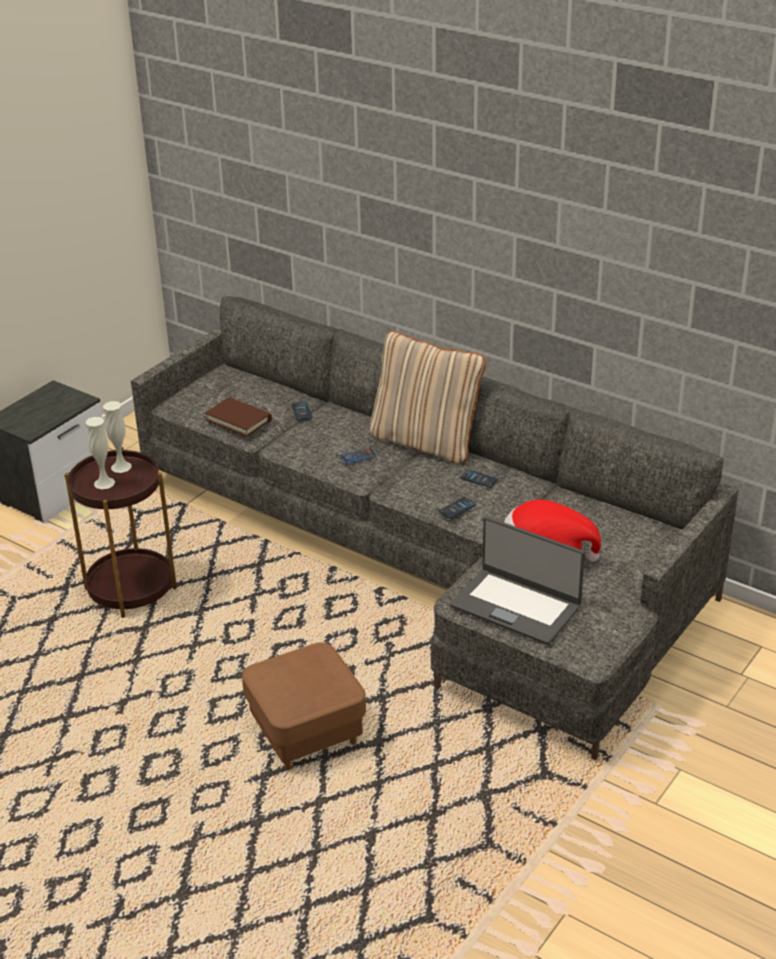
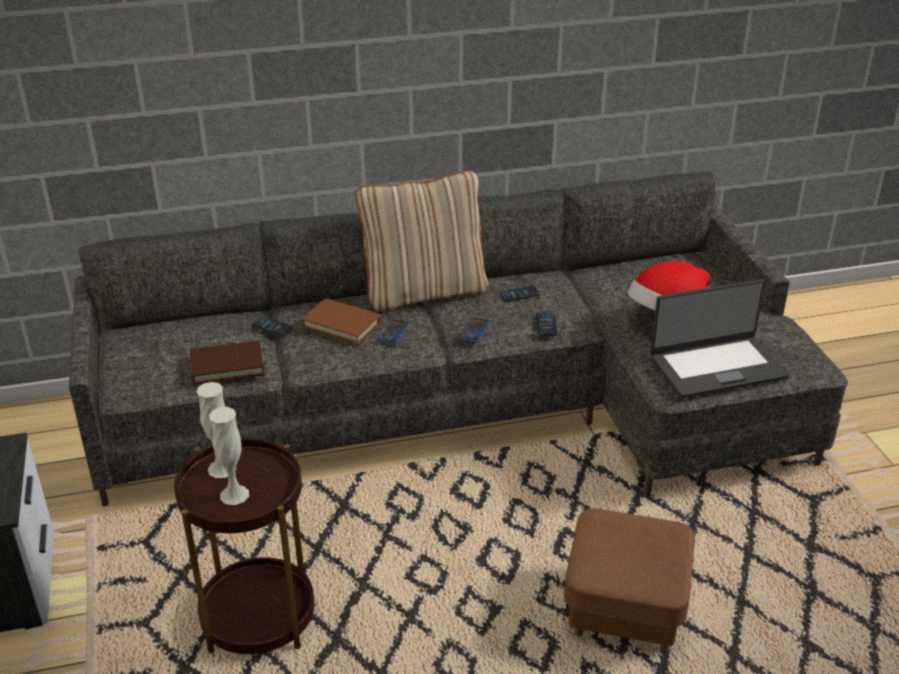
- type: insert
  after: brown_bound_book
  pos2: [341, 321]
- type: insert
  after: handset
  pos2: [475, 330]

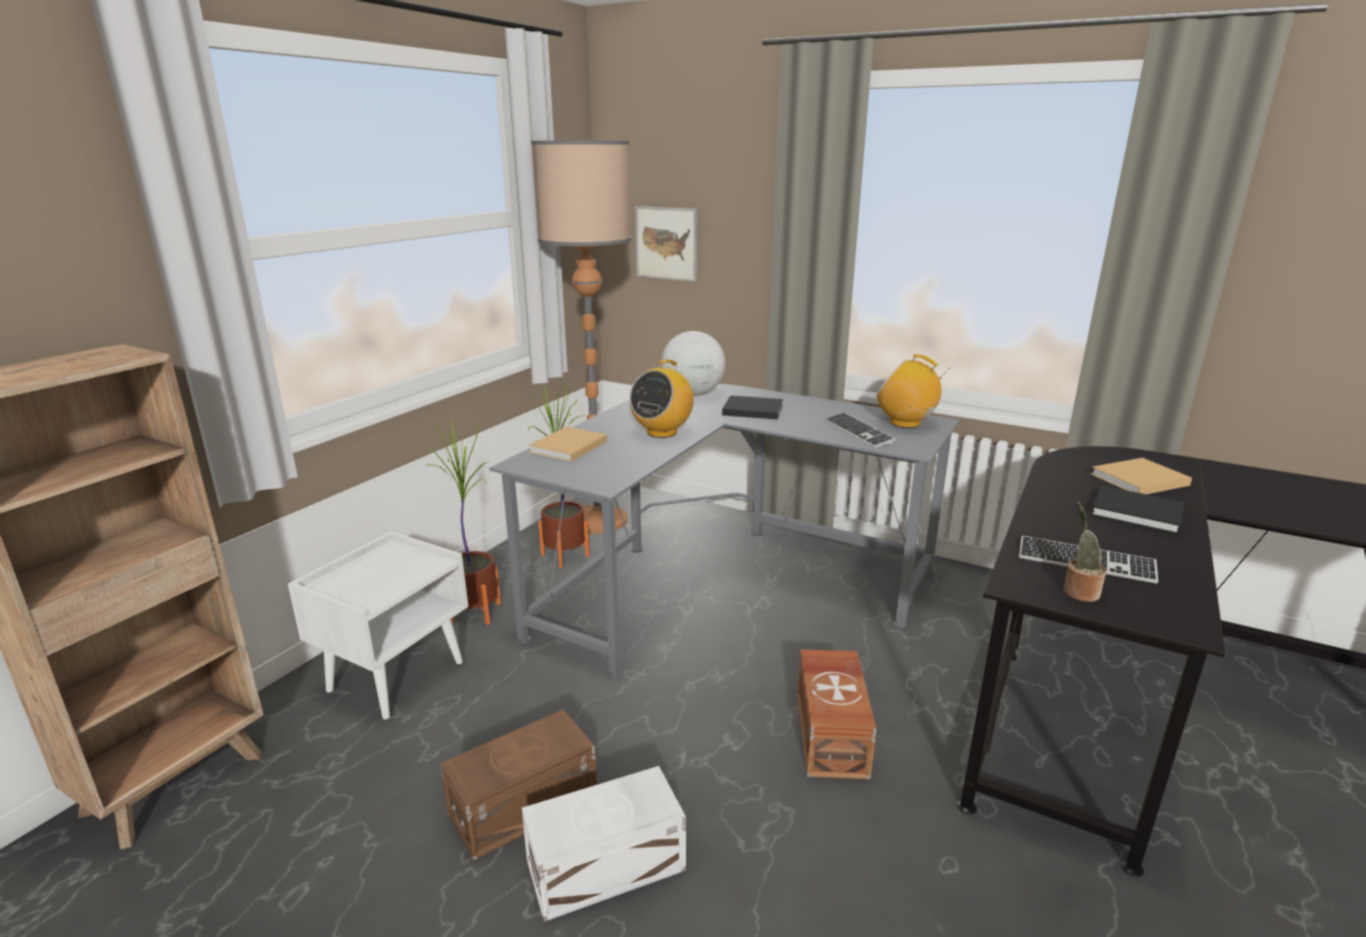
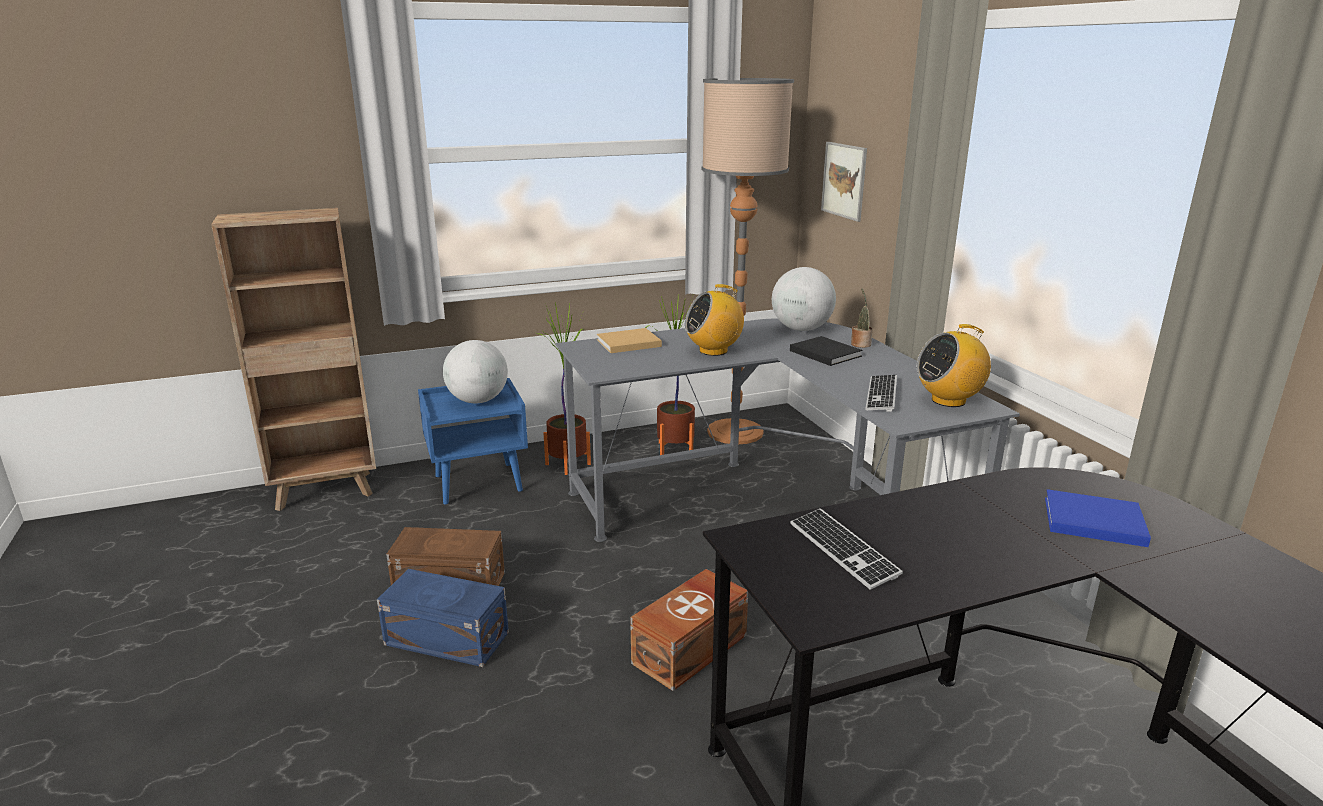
- type: delete
  before: black-coloured_bound_book
  pos1: [1137, 509]
- type: insert
  after: desk_globe
  pos2: [475, 371]
- type: move
  before: plant_in_a_pot
  pos1: [1084, 552]
  pos2: [862, 318]
- type: recolor
  before: white_nightstand
  after: blue_nightstand
  pos1: [378, 625]
  pos2: [473, 441]
- type: recolor
  before: white_storage_container
  after: blue_storage_container
  pos1: [603, 844]
  pos2: [443, 618]
- type: recolor
  before: beige_bound_book
  after: blue_bound_book
  pos1: [1141, 476]
  pos2: [1098, 518]
- type: rotate
  before: radio_receiver
  pos1: [911, 391]
  pos2: [954, 365]
  turn: -90

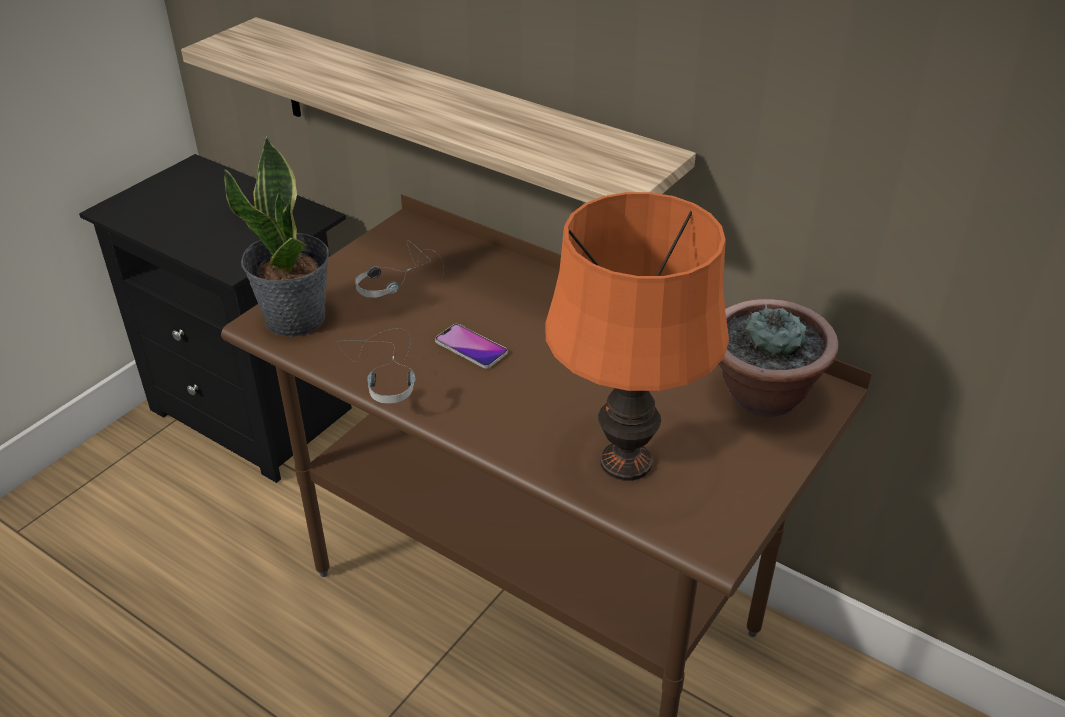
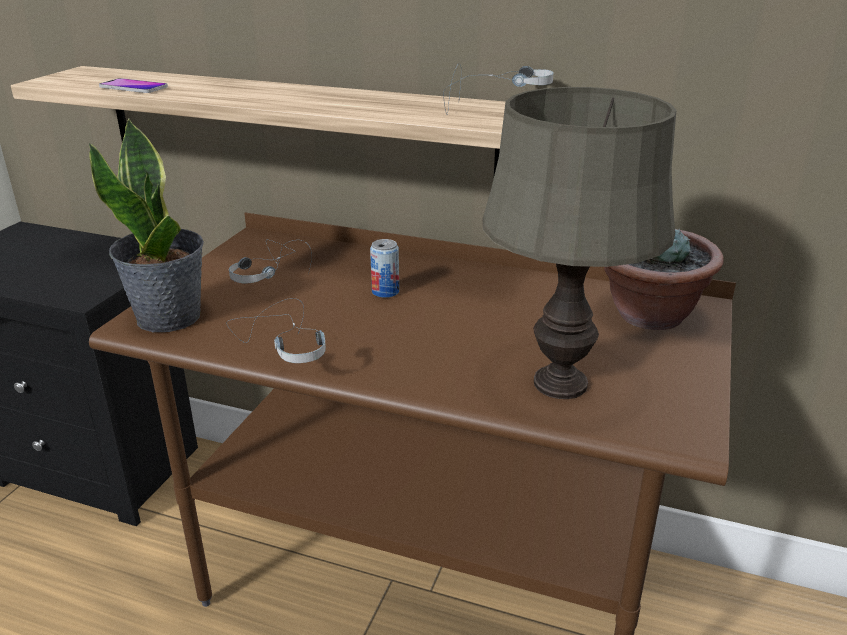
- type: insert
  after: sealed_can
  pos2: [384, 268]
- type: insert
  after: headset
  pos2: [498, 89]
- type: move
  before: handset
  pos1: [471, 346]
  pos2: [133, 85]
- type: recolor
  before: orangey_tabletop_lamp
  after: grey_tabletop_lamp
  pos1: [637, 336]
  pos2: [580, 243]

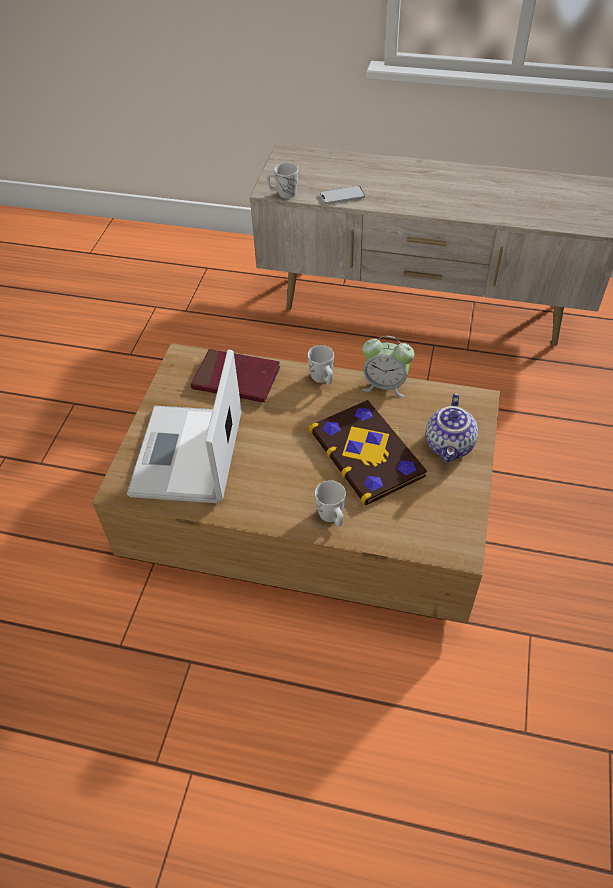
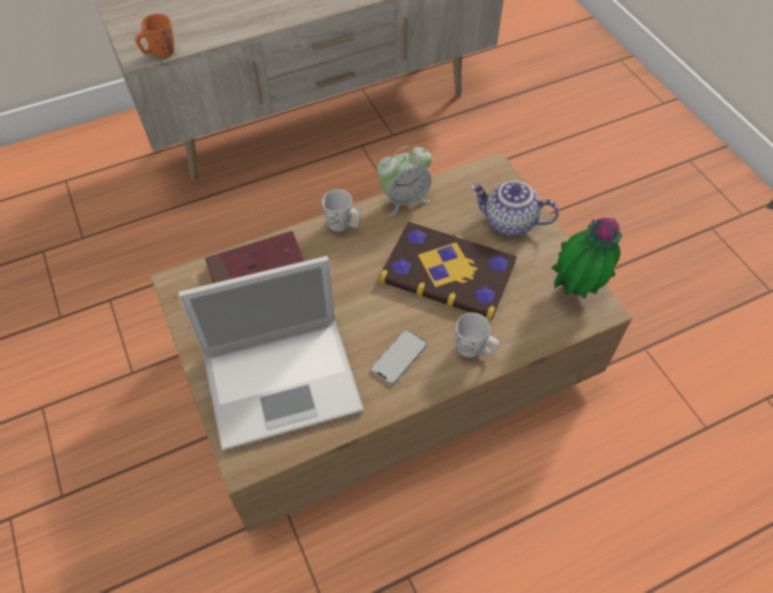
- type: insert
  after: plant_in_a_pot
  pos2: [586, 258]
- type: move
  before: handset
  pos1: [342, 195]
  pos2: [399, 357]
- type: recolor
  before: white_tea_mug
  after: orangey_tea_mug
  pos1: [282, 181]
  pos2: [154, 36]
- type: rotate
  before: notebook_computer
  pos1: [184, 426]
  pos2: [271, 353]
  turn: -75
- type: rotate
  before: pot_for_tea
  pos1: [452, 427]
  pos2: [515, 208]
  turn: 135

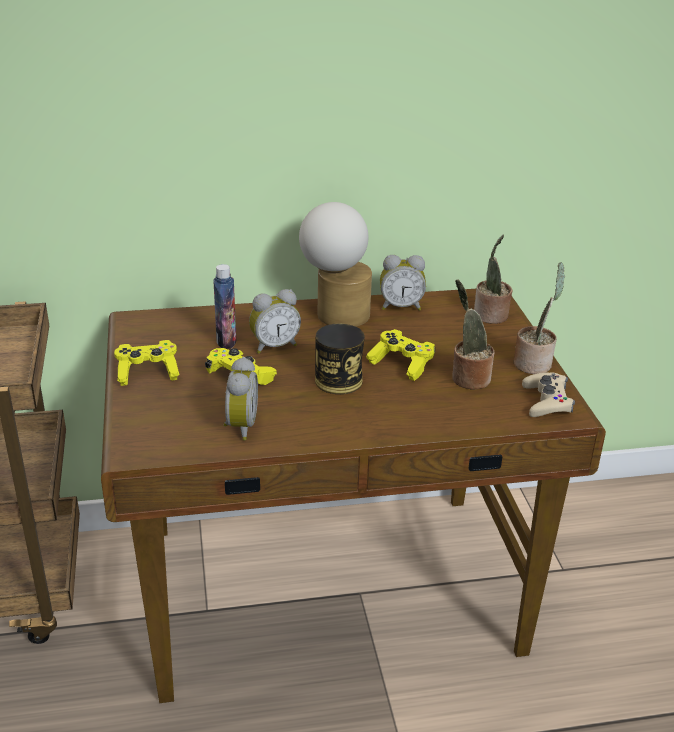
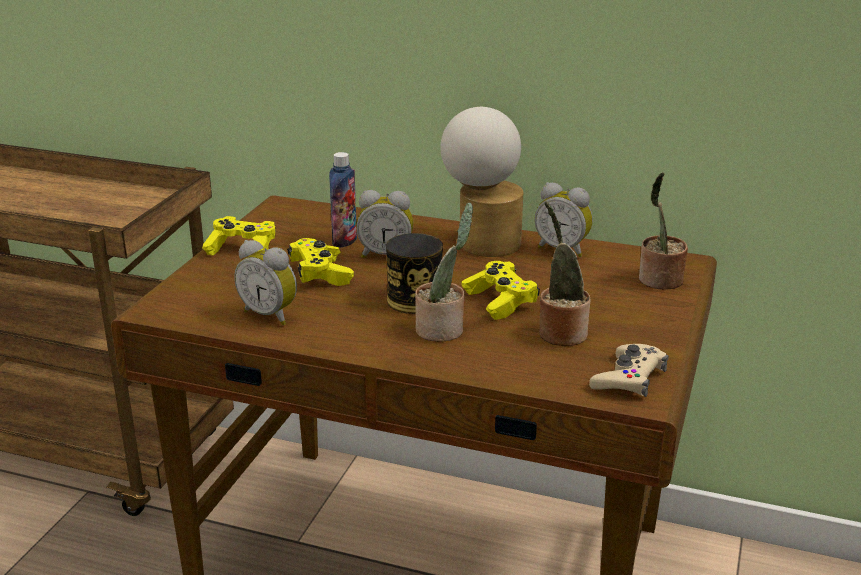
- type: move
  before: plant_in_a_pot
  pos1: [539, 318]
  pos2: [444, 272]
- type: rotate
  before: alarm_clock
  pos1: [240, 398]
  pos2: [265, 282]
  turn: 90

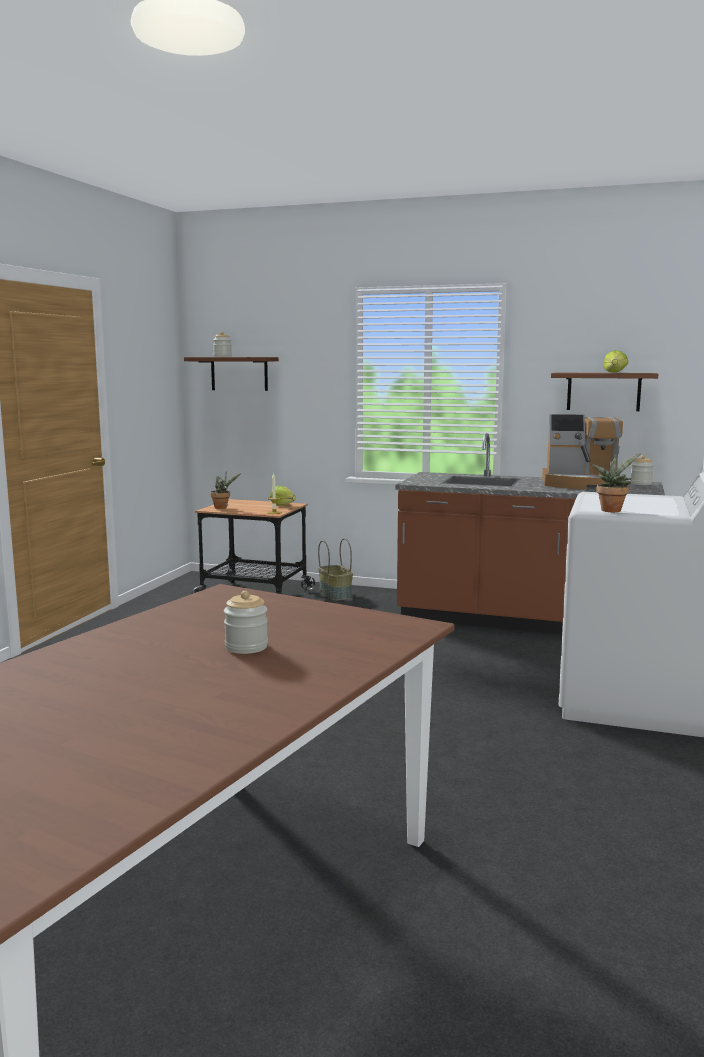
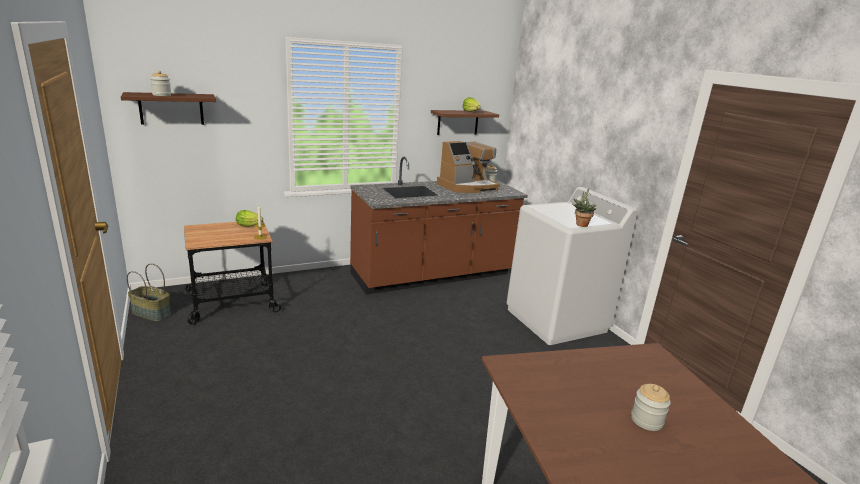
- type: delete
  before: plant_in_a_pot
  pos1: [225, 490]
- type: move
  before: basket
  pos1: [335, 569]
  pos2: [149, 292]

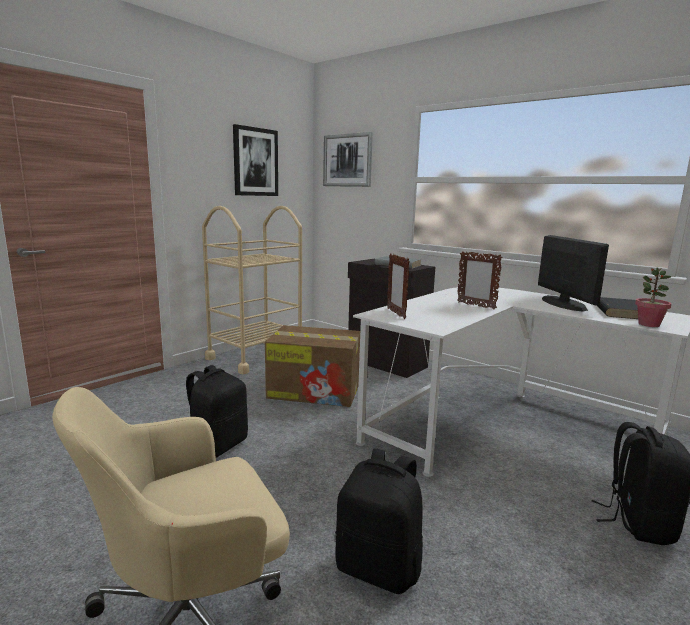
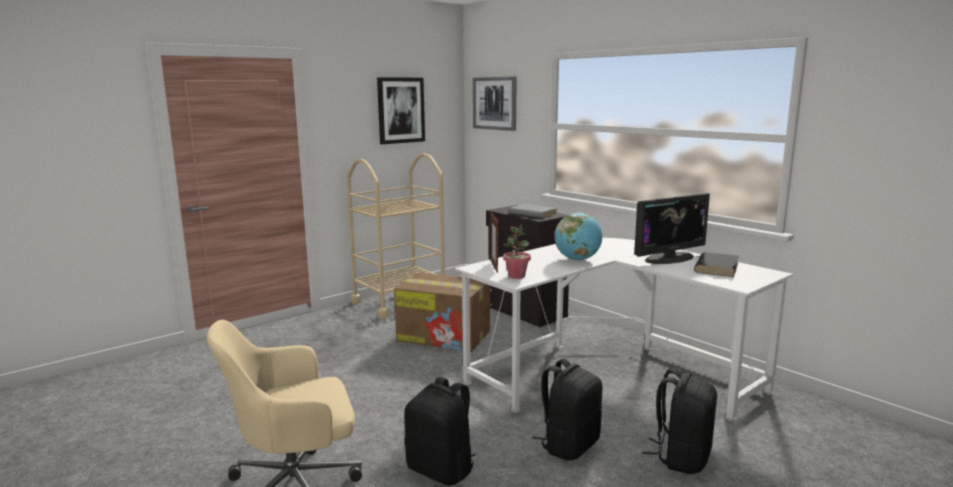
- type: move
  before: black-coloured_backpack
  pos1: [217, 411]
  pos2: [567, 409]
- type: move
  before: plant_in_a_pot
  pos1: [653, 297]
  pos2: [517, 252]
- type: replace
  before: picture_frame
  after: desk_globe
  pos1: [480, 280]
  pos2: [578, 237]
- type: rotate
  before: monitor
  pos1: [573, 273]
  pos2: [672, 228]
  turn: 60

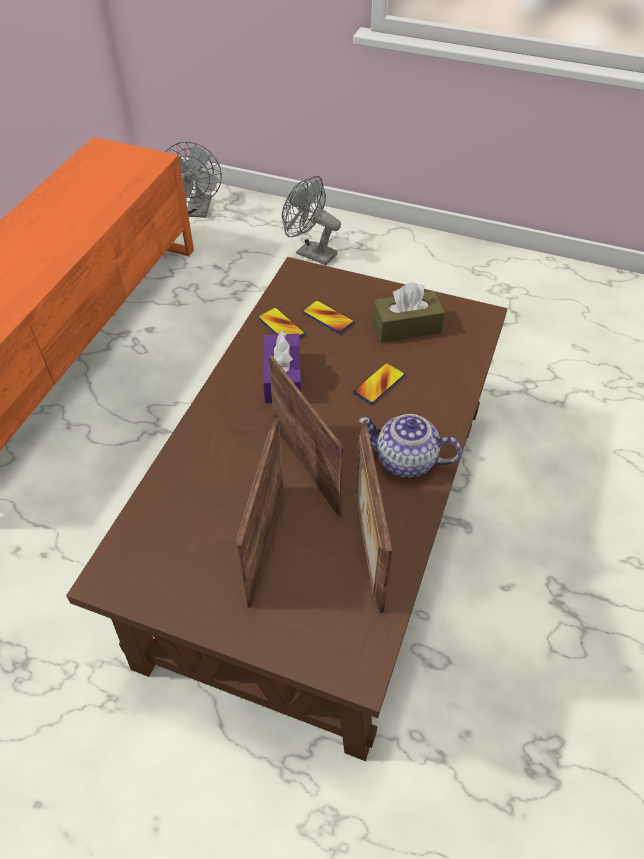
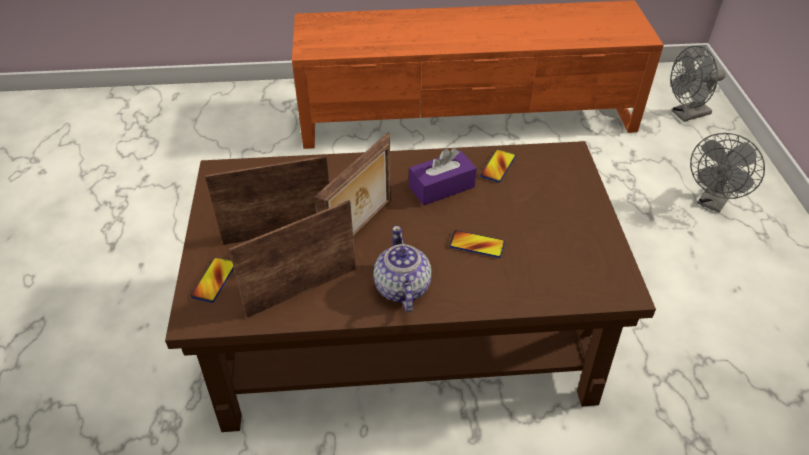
- type: delete
  before: brown_tissue_holder
  pos1: [408, 312]
- type: move
  before: handset
  pos1: [328, 317]
  pos2: [212, 280]
- type: rotate
  before: grey_fan
  pos1: [311, 220]
  pos2: [727, 173]
  turn: -150

